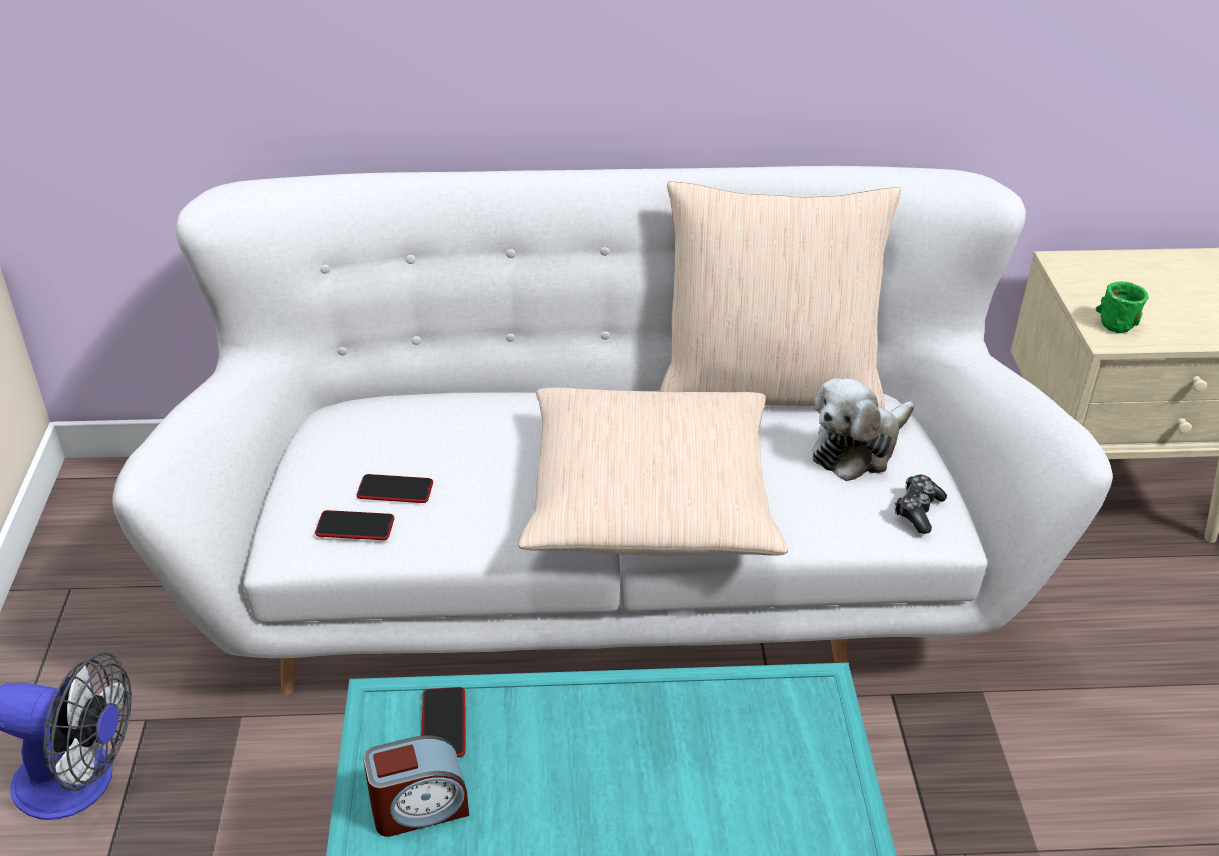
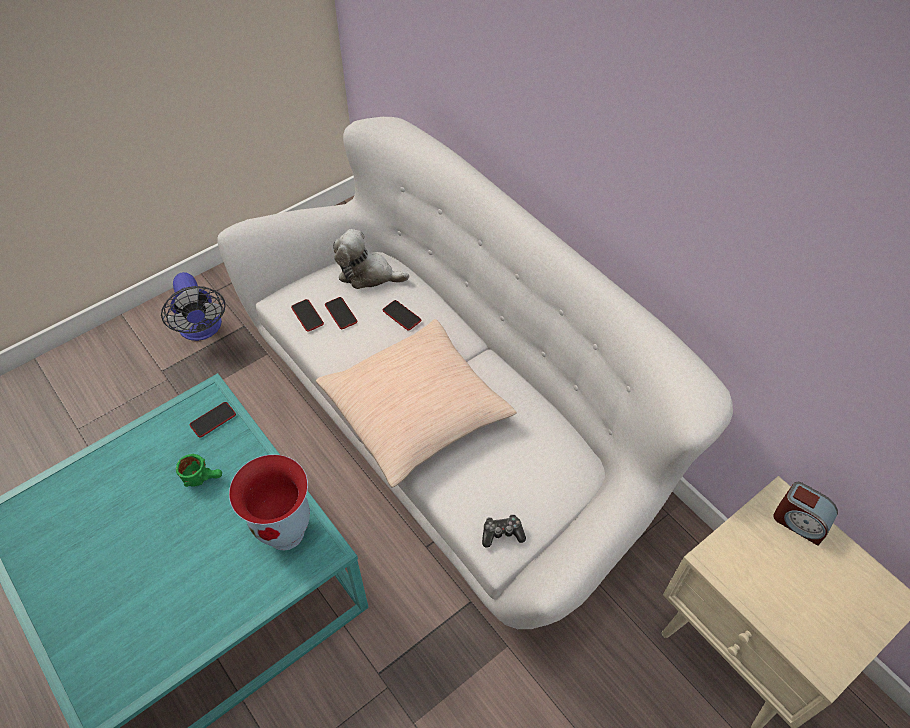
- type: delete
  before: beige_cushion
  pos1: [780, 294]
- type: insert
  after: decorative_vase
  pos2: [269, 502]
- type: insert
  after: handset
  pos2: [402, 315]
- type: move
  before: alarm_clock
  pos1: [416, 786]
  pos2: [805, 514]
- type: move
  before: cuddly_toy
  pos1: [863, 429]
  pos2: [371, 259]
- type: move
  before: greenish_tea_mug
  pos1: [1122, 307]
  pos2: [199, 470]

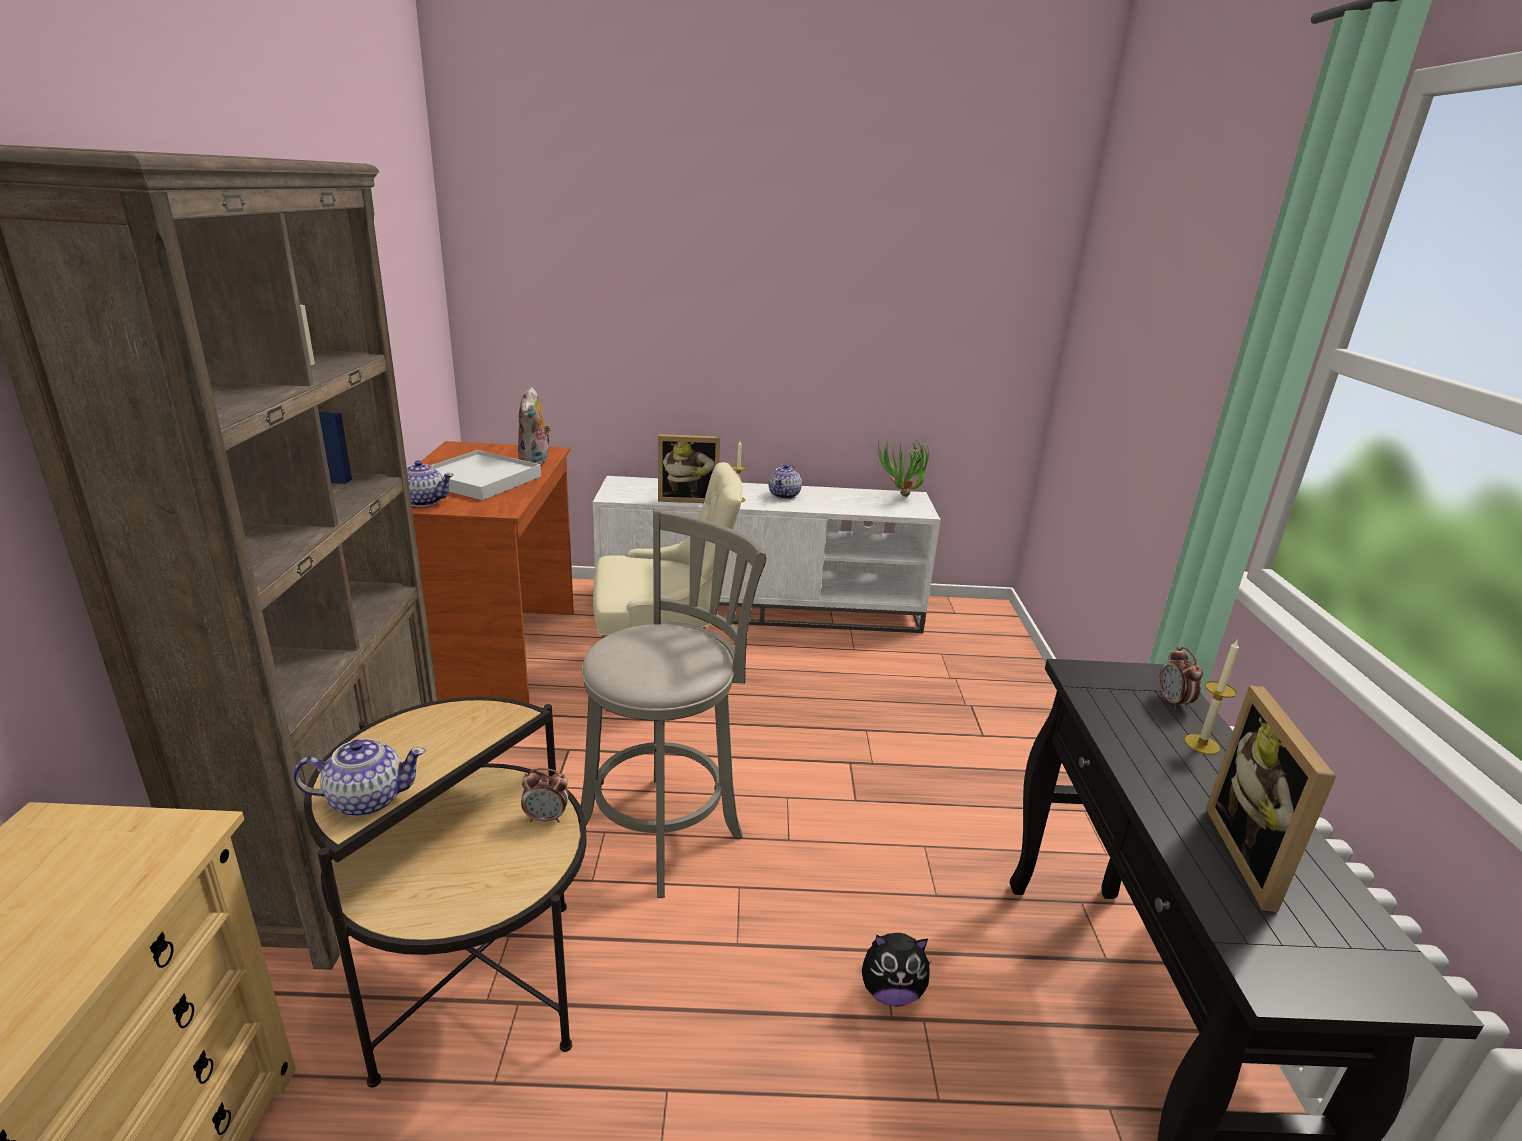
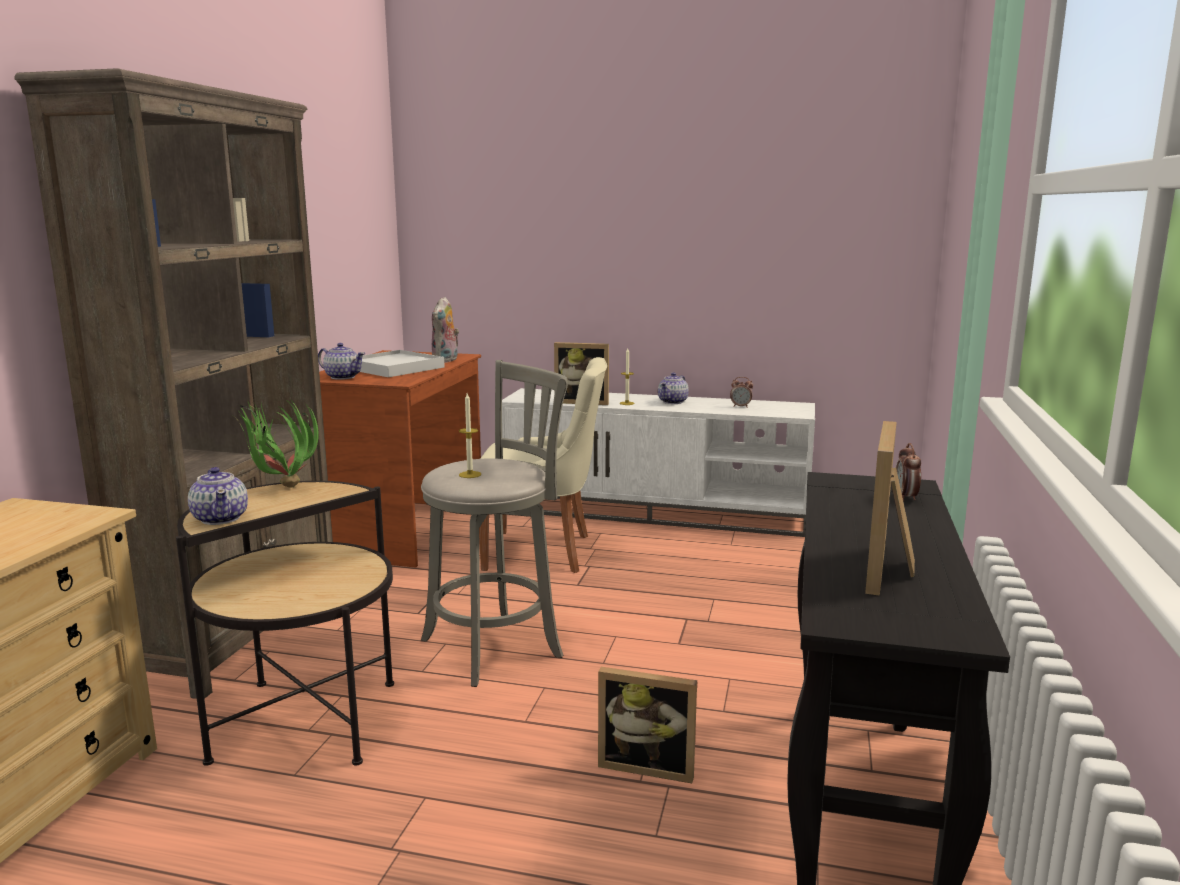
- type: move
  before: alarm_clock
  pos1: [545, 795]
  pos2: [741, 392]
- type: move
  before: plant_in_a_pot
  pos1: [903, 468]
  pos2: [277, 442]
- type: move
  before: wax_light
  pos1: [1212, 696]
  pos2: [470, 435]
- type: replace
  before: cuddly_toy
  after: picture_frame
  pos1: [897, 970]
  pos2: [647, 725]
- type: rotate
  before: pot_for_tea
  pos1: [359, 777]
  pos2: [218, 496]
  turn: 60

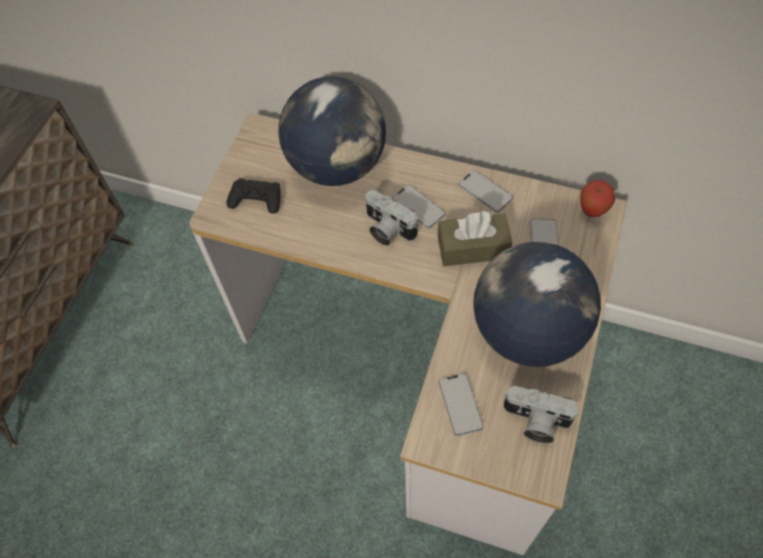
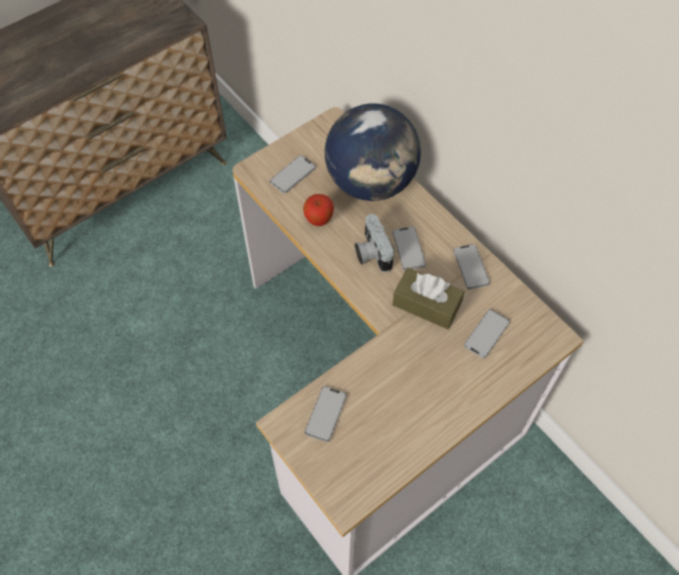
- type: delete
  before: desk_globe
  pos1: [537, 304]
- type: delete
  before: photo_camera
  pos1: [541, 414]
- type: move
  before: apple_fruit
  pos1: [597, 198]
  pos2: [318, 210]
- type: replace
  before: black-coloured_game_controller
  after: handset
  pos1: [253, 195]
  pos2: [293, 174]

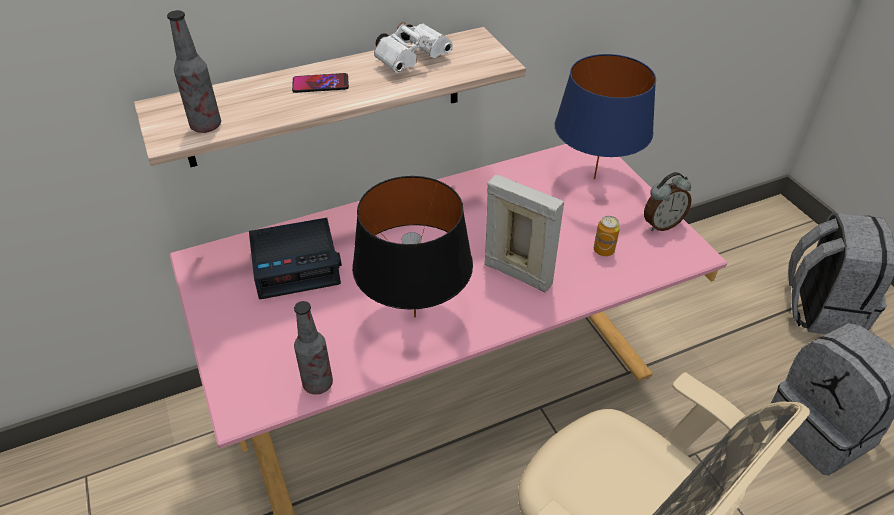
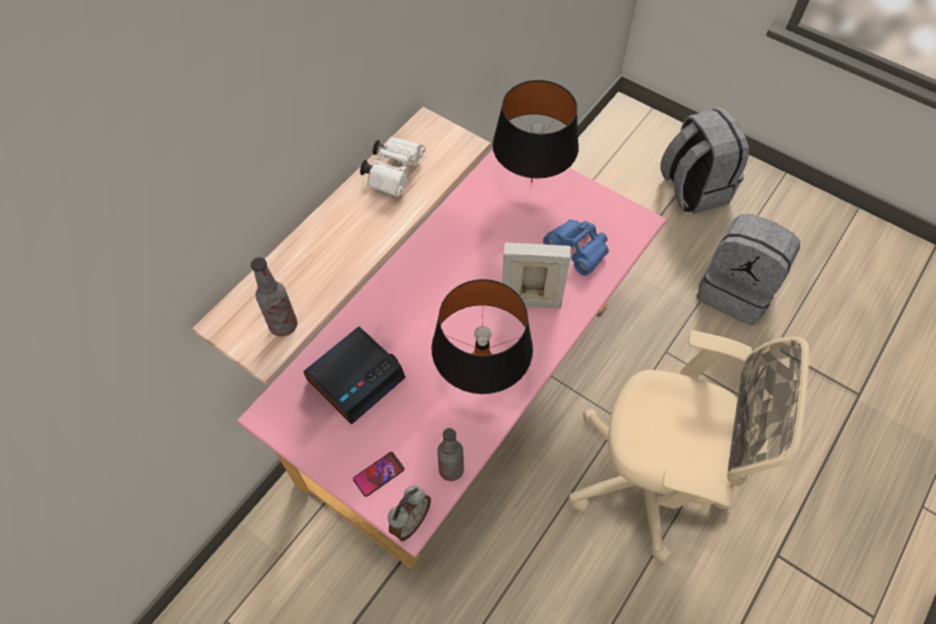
- type: move
  before: handset
  pos1: [320, 83]
  pos2: [378, 474]
- type: move
  before: alarm_clock
  pos1: [668, 201]
  pos2: [409, 513]
- type: replace
  before: sealed_can
  after: blue_binoculars
  pos1: [607, 236]
  pos2: [576, 247]
- type: recolor
  before: blue_tabletop_lamp
  after: black-coloured_tabletop_lamp
  pos1: [605, 116]
  pos2: [535, 131]

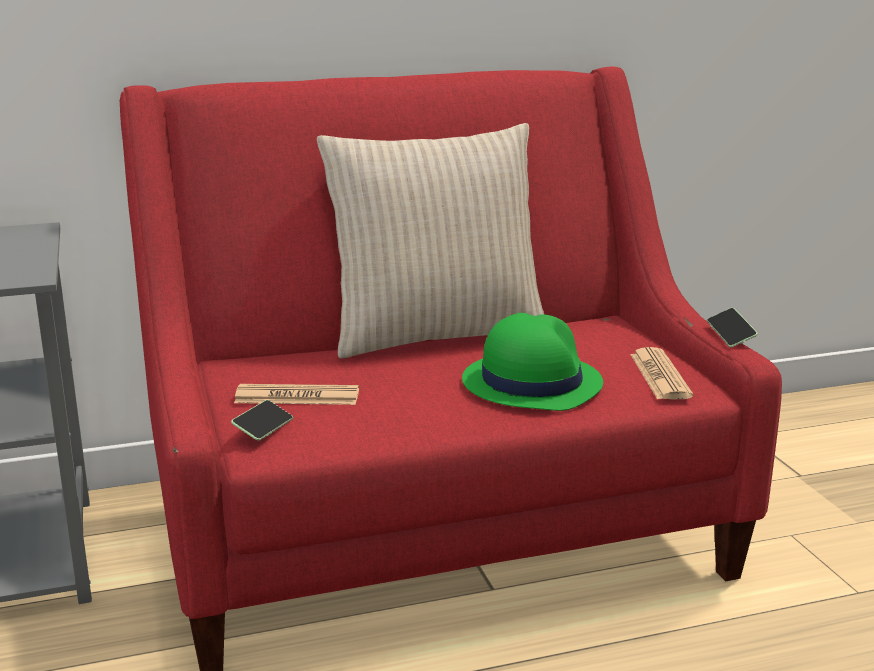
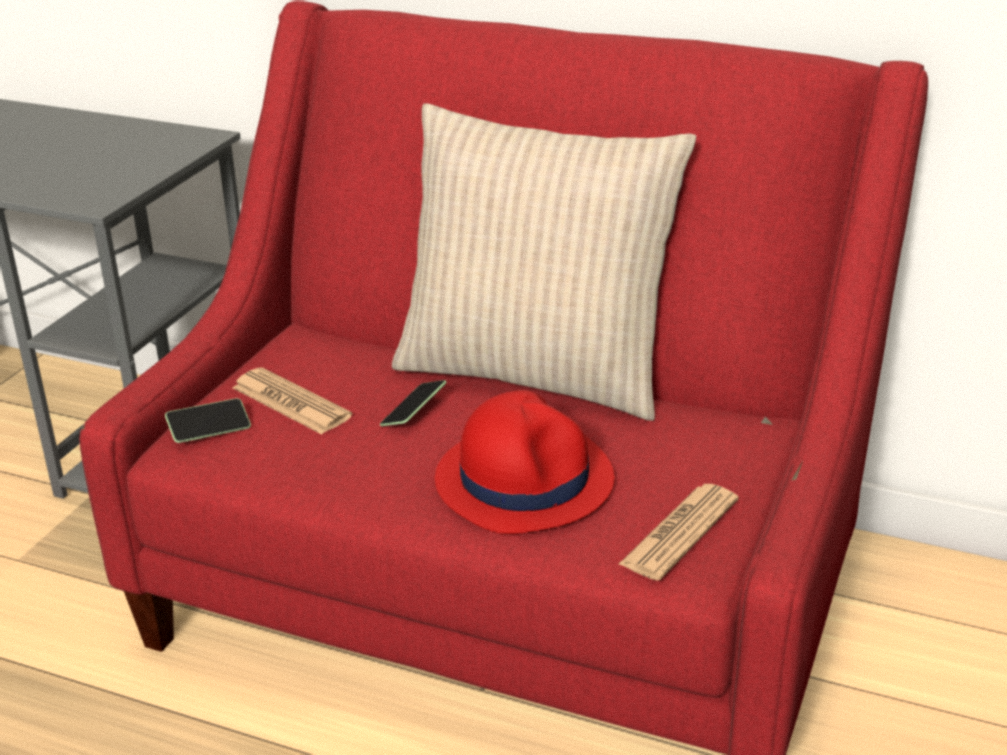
- type: move
  before: handset
  pos1: [732, 327]
  pos2: [413, 403]
- type: recolor
  before: greenish_clothing_hat
  after: red-coloured_clothing_hat
  pos1: [532, 362]
  pos2: [524, 462]

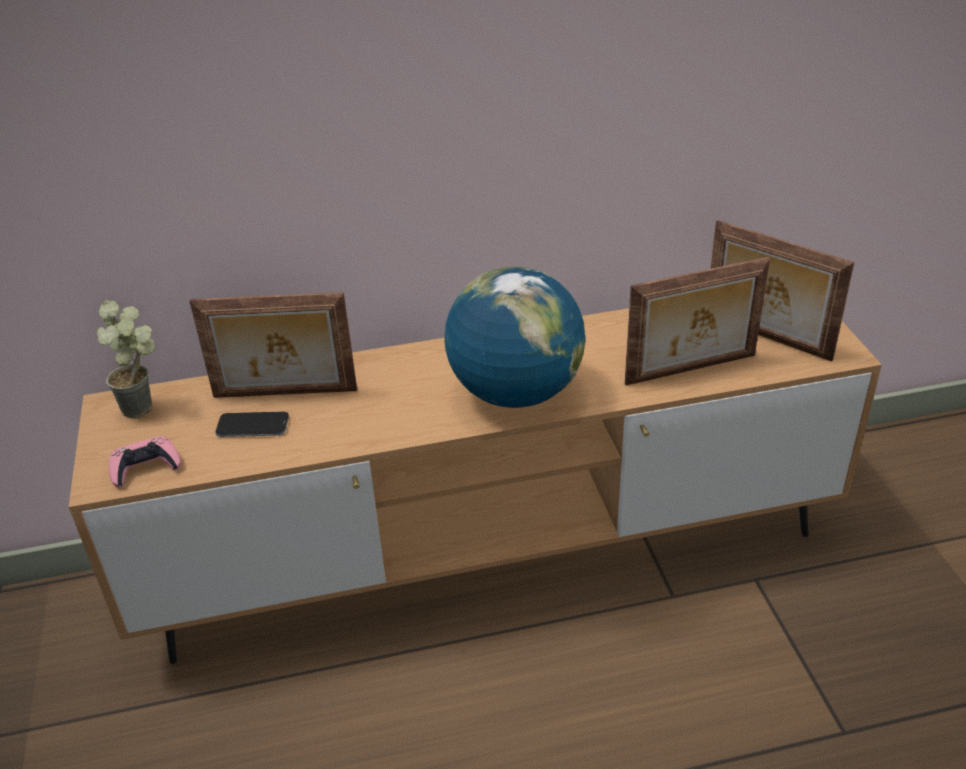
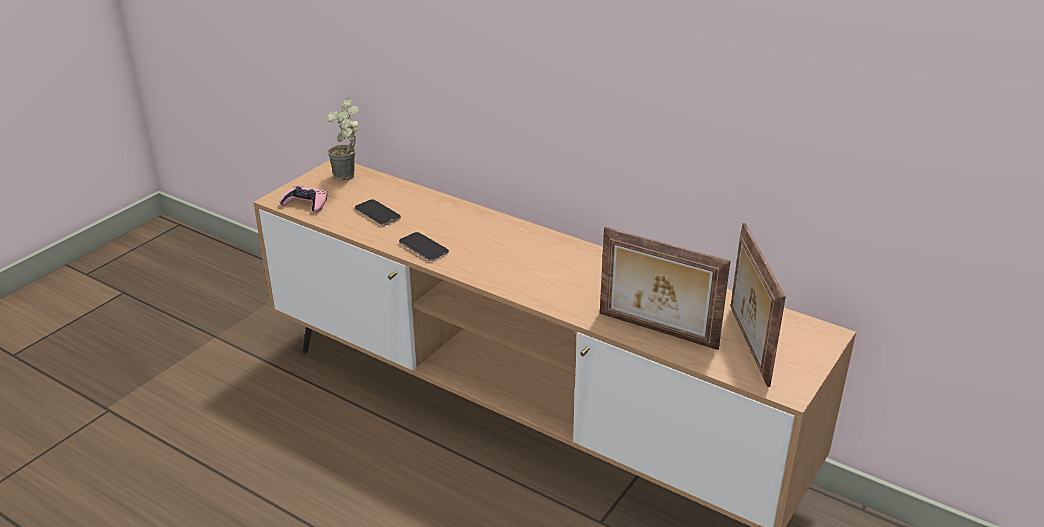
- type: delete
  before: picture_frame
  pos1: [273, 345]
- type: delete
  before: desk_globe
  pos1: [514, 337]
- type: insert
  after: handset
  pos2: [424, 246]

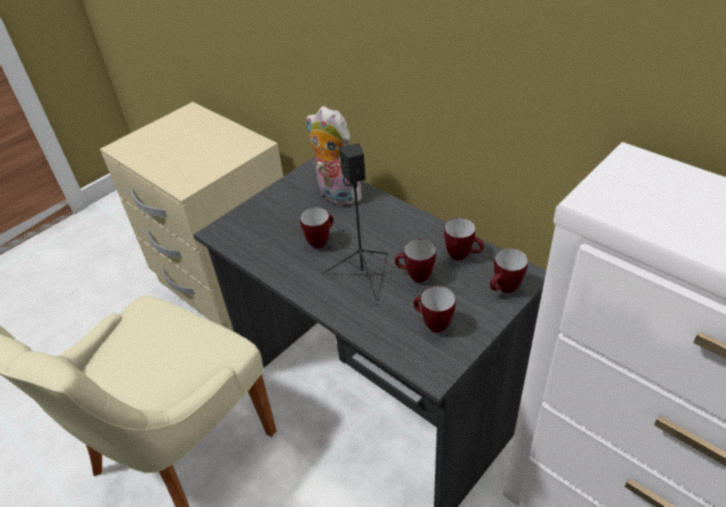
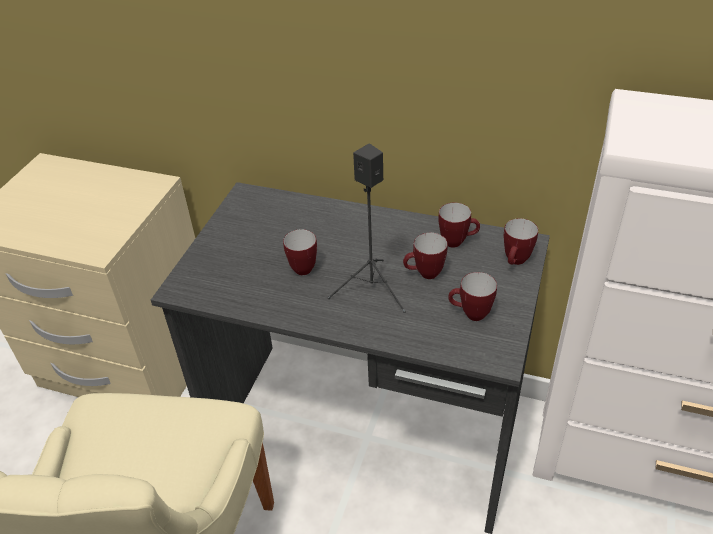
- type: delete
  before: cuddly_toy
  pos1: [334, 156]

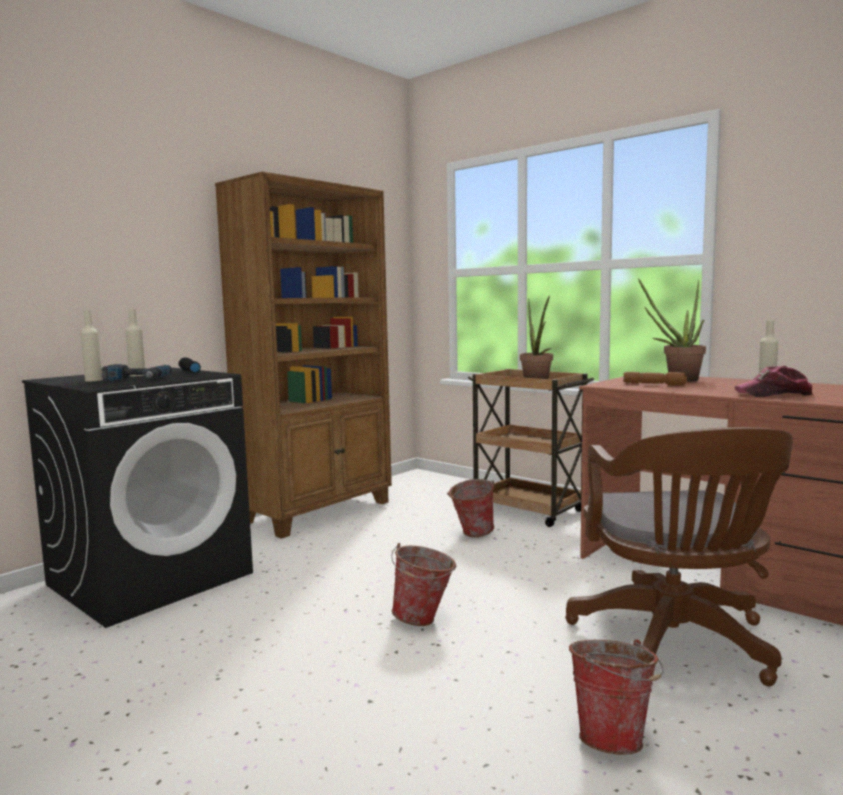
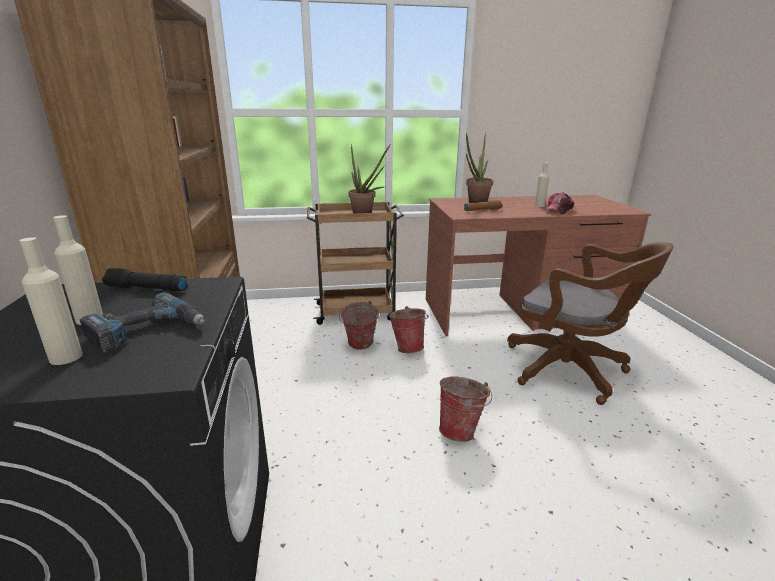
- type: move
  before: bucket
  pos1: [616, 697]
  pos2: [409, 329]

